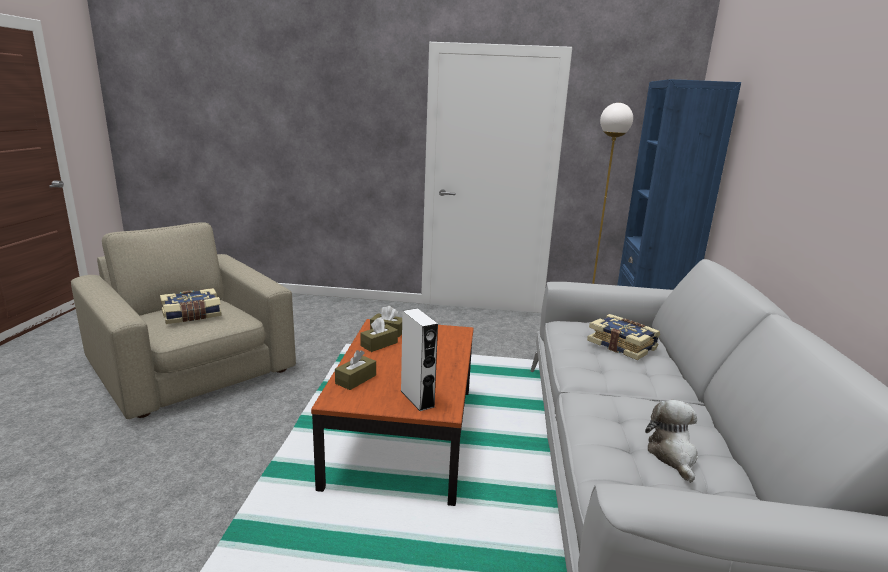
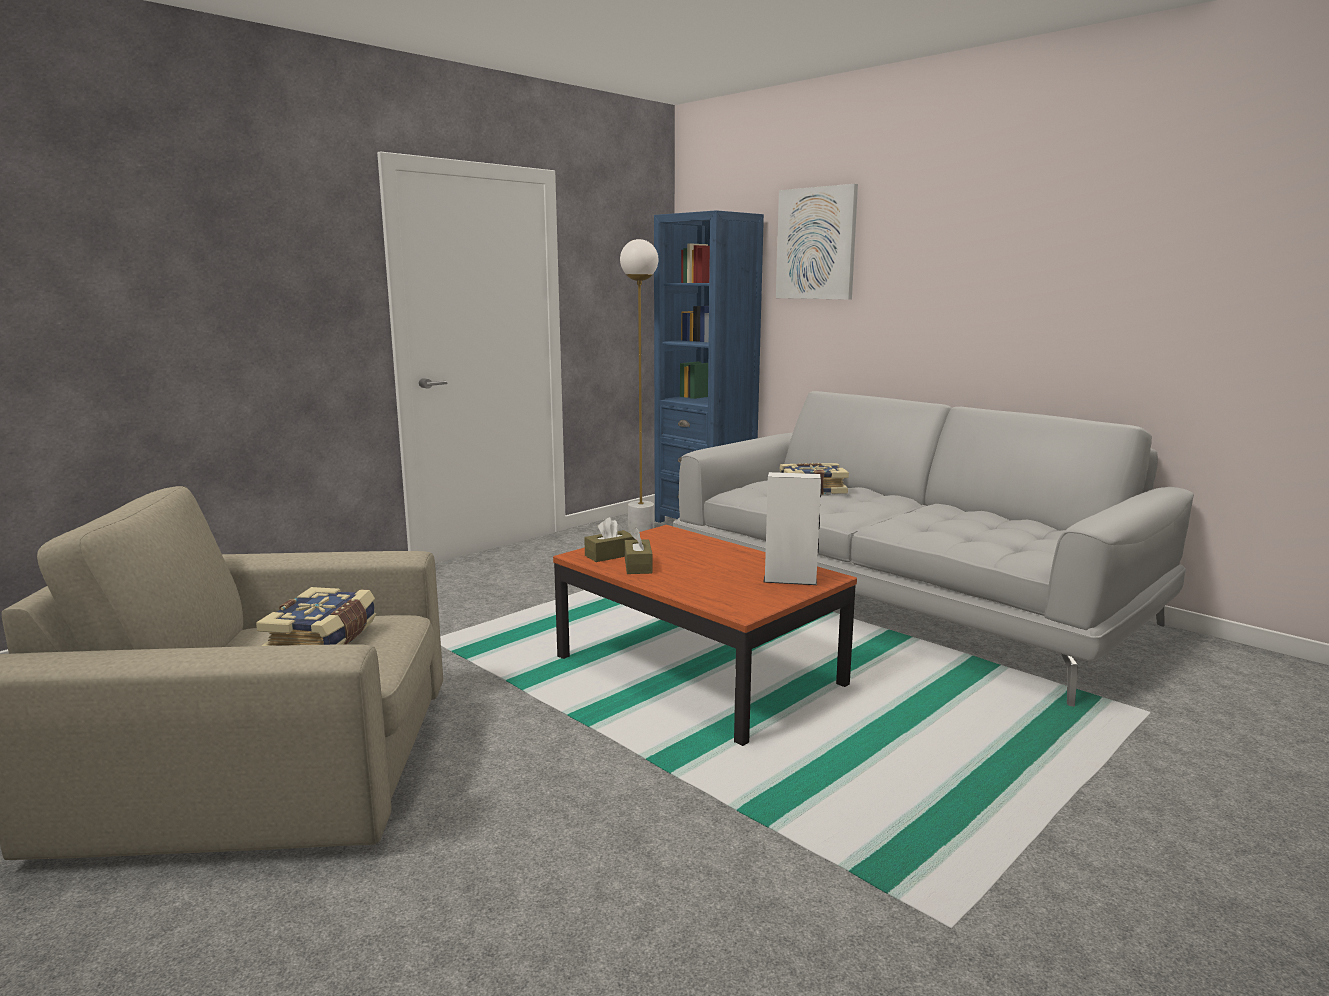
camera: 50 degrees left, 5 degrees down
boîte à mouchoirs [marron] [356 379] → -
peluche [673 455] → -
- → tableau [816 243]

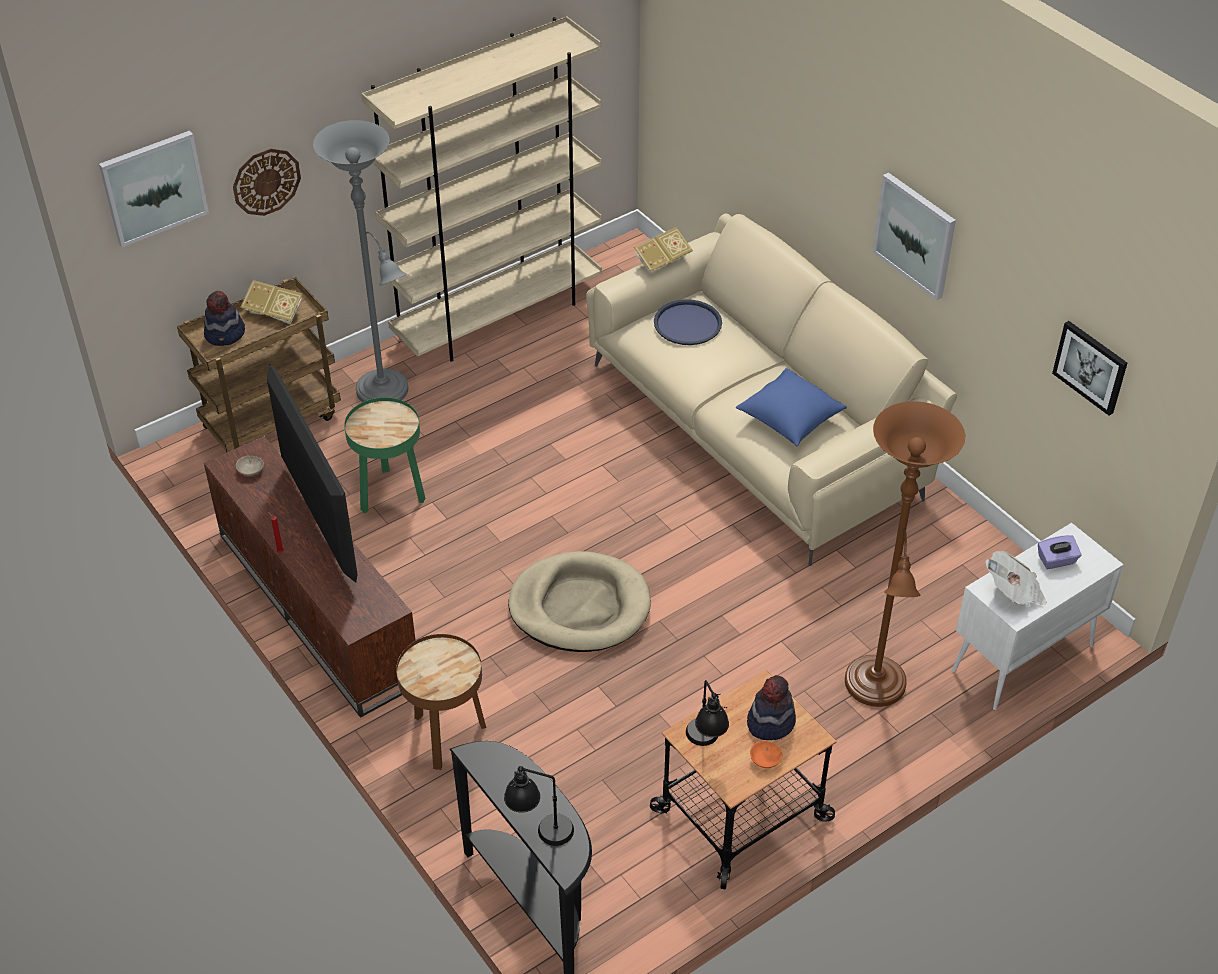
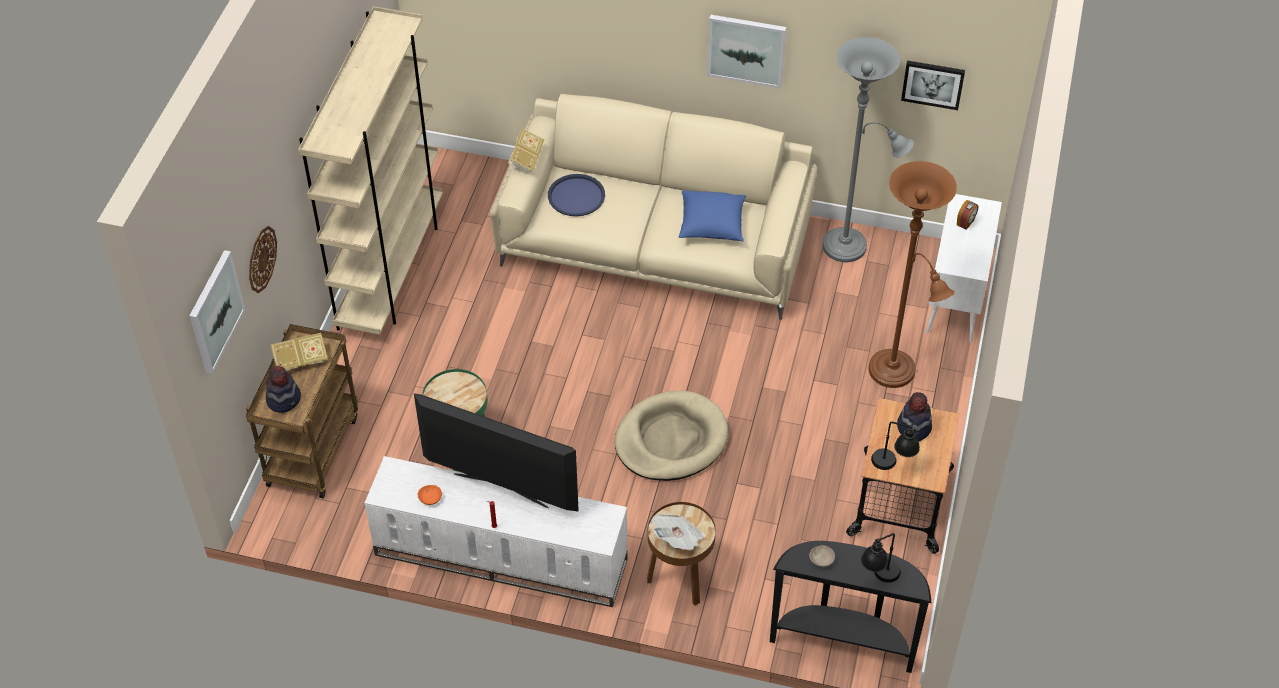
camera: 40 degrees left, 5 degrees up
meuble télé [marron] [314 607] → meuble télé [blanc] [499 558]
bol [beige] [250 471] → bol [beige] [821 560], move
lampadaire [gris] [386 394] → lampadaire [gris] [850 247], move
bol [orange] [764 760] → bol [orange] [430 499], move
journal [1014 592] → journal [678 539], move
boîte à mouchoirs [violet] [1056 560] → réveil [966 222]

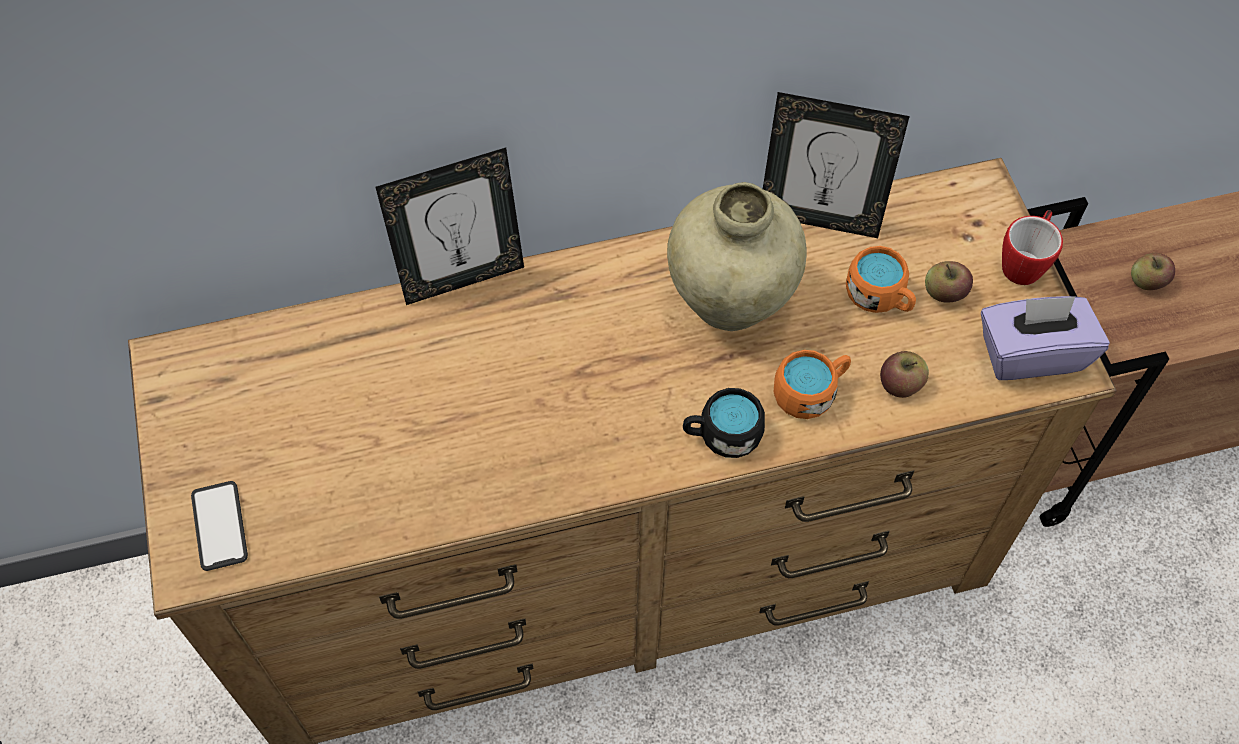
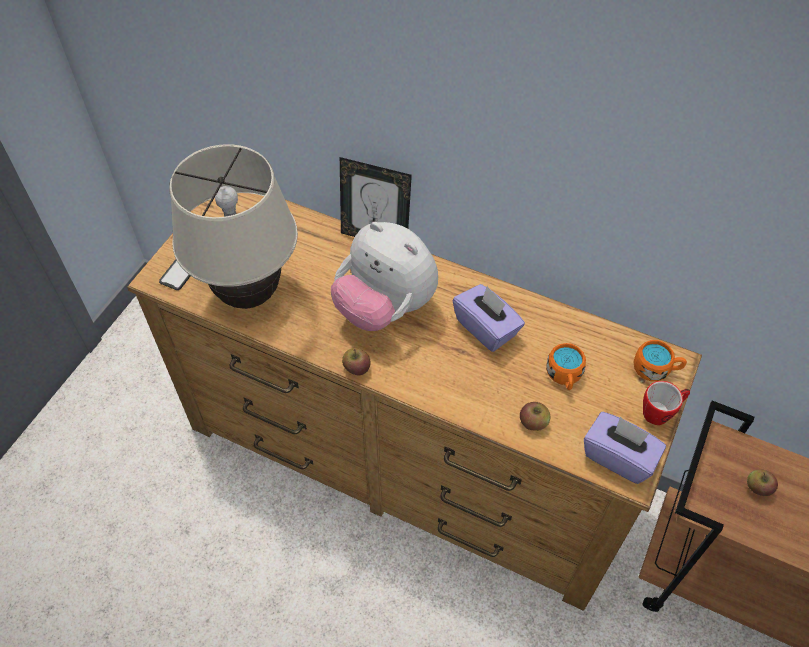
camera: 40 degrees right, 5 degrees down
vase [beige] [730 302] → boîte à mouchoirs [violet] [486 328]
mug [noir] [722 434] → -
cadre photo [819 218] → -
mug [orange] [811 392] → mug [orange] [656 369], move
pomme [944 293] → pomme [356 368], move
- → lampe de table [beige] [248 295]
- → peluche [385 307]

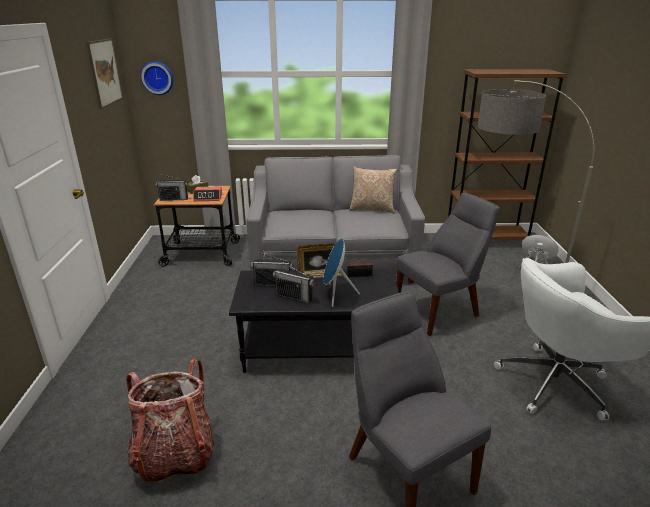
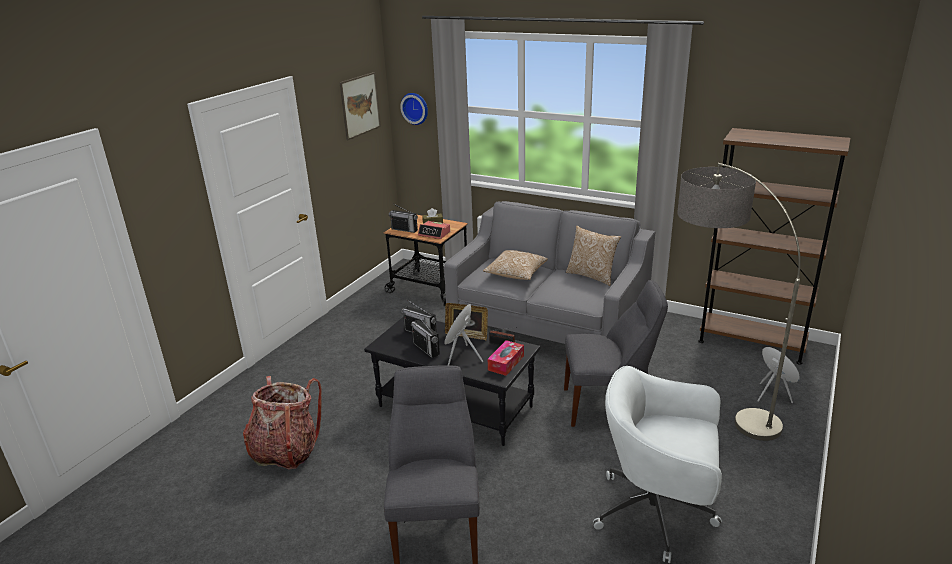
camera: 30 degrees right, 0 degrees up
- → coussin [515 274]
- → boîte à mouchoirs [506 363]

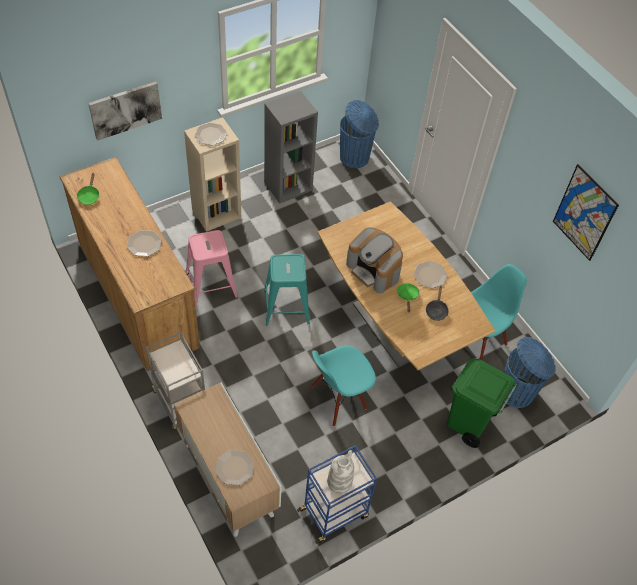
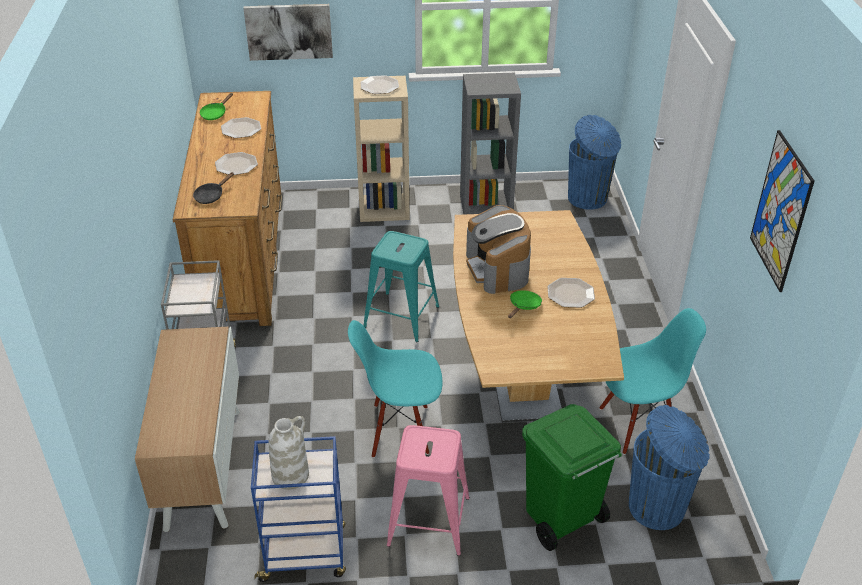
camera: 30 degrees right, 15 degrees down
tabouret [rose] [211 285] → tabouret [rose] [429 521], move
assiette [234 467] → assiette [241 128], move
poêle [noir] [436 310] → poêle [noir] [211 196], move

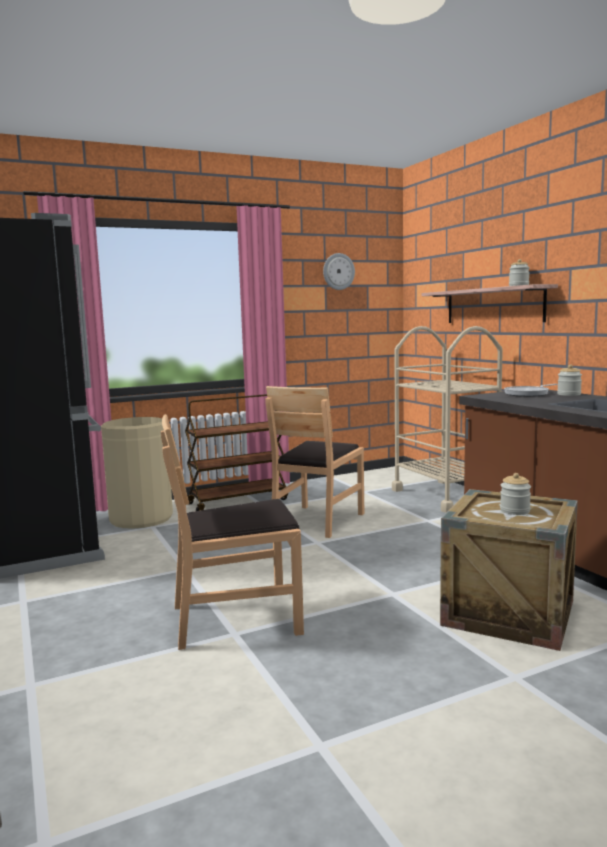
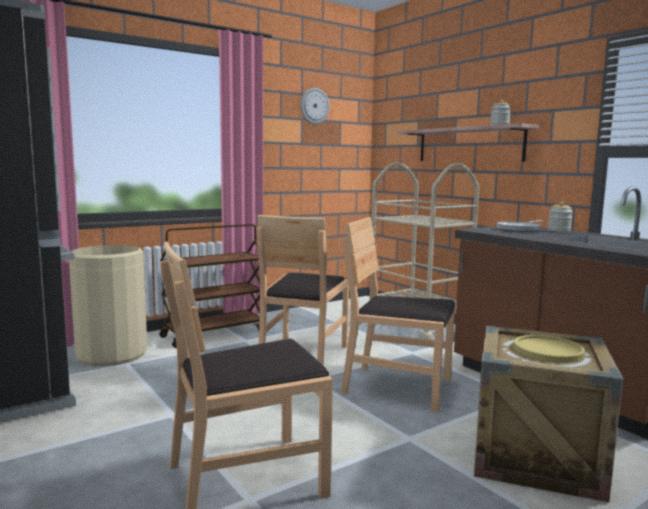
camera: 10 degrees left, 0 degrees up
bocal [515 511] → assiette [jaune] [548 350]
- → chaise [marron] [398 387]

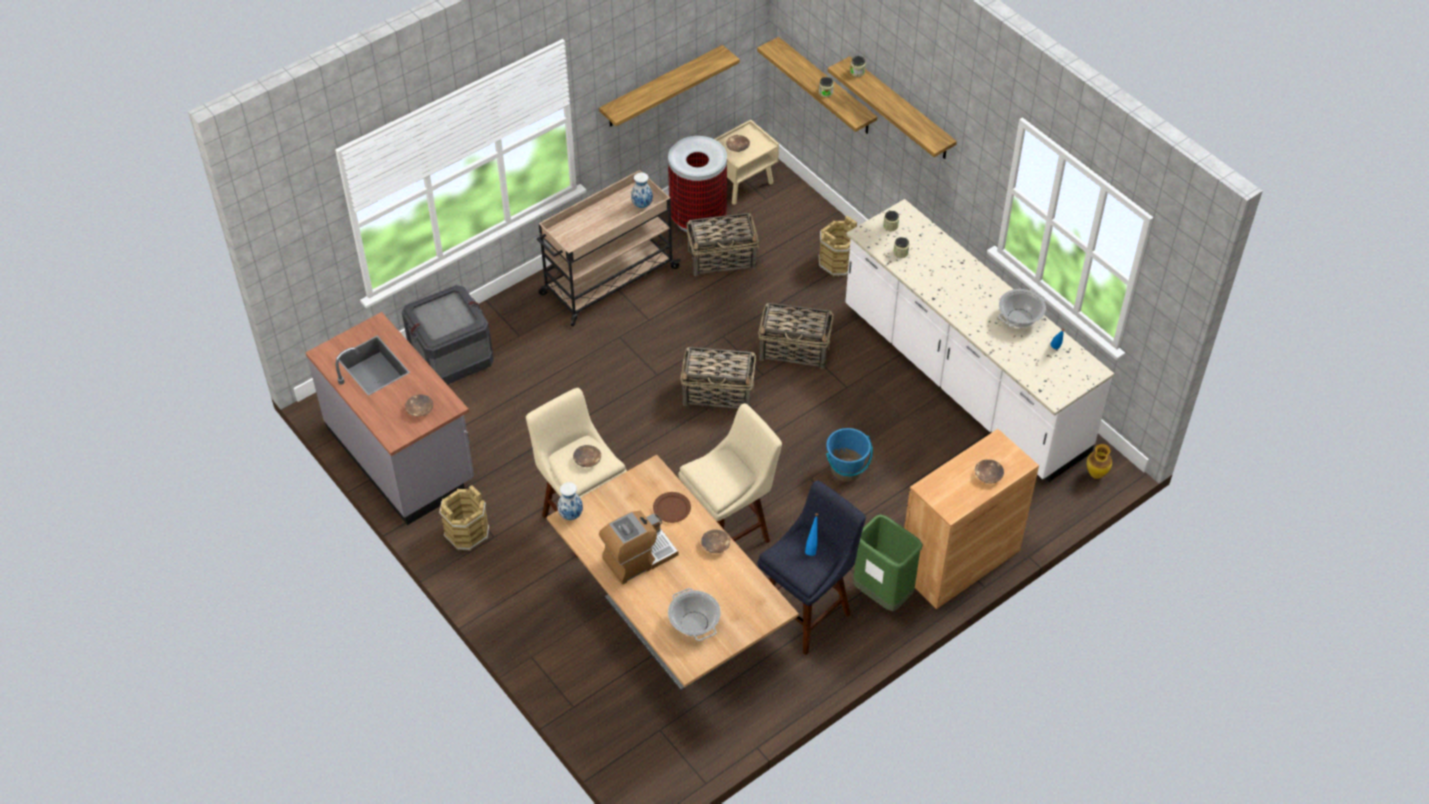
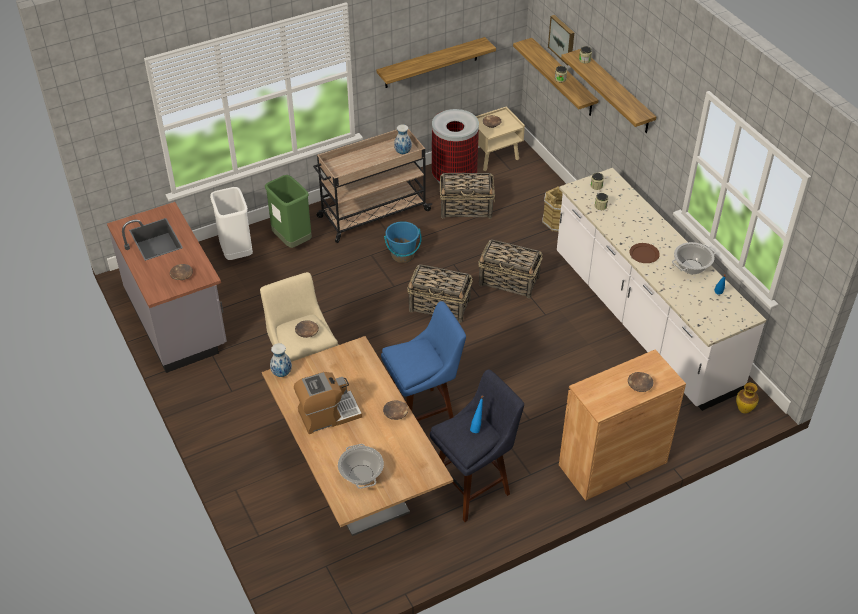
camera: 10 degrees right, 5 degrees down
caisse [451 356] → poubelle [blanc] [236 253]
seau [marron] [466 532] → -
assiette [marron] [672 508] → assiette [marron] [644 254], move
tabouret [beige] [730 532] → tabouret [bleu] [424 413]
seau [bleu] [846 470] → seau [bleu] [402 255], move
poubelle [vert] [882 594] → poubelle [vert] [292 241], move
- → tableau [562 39]

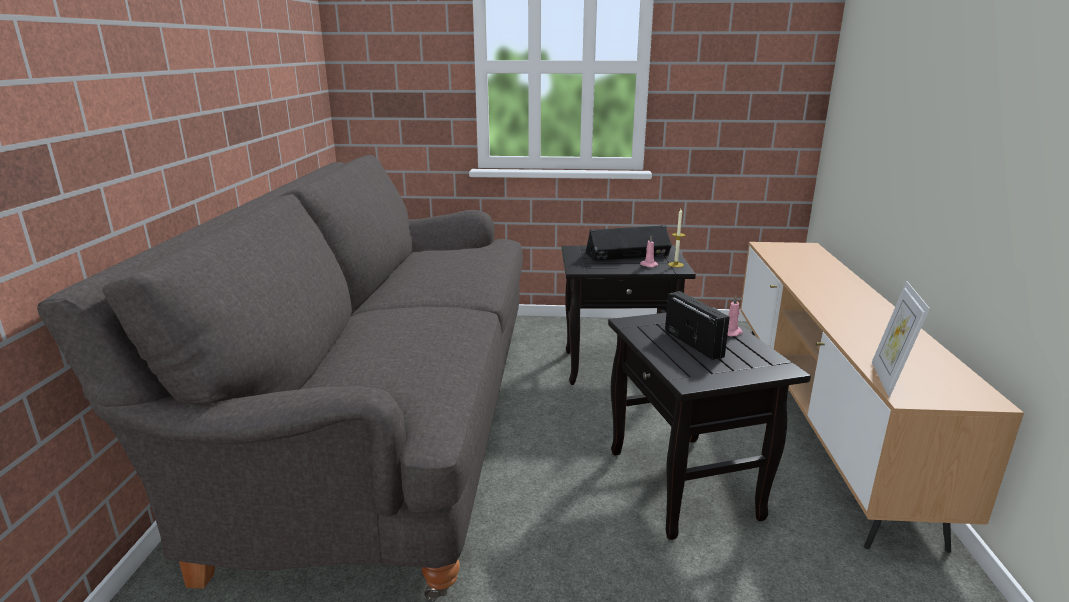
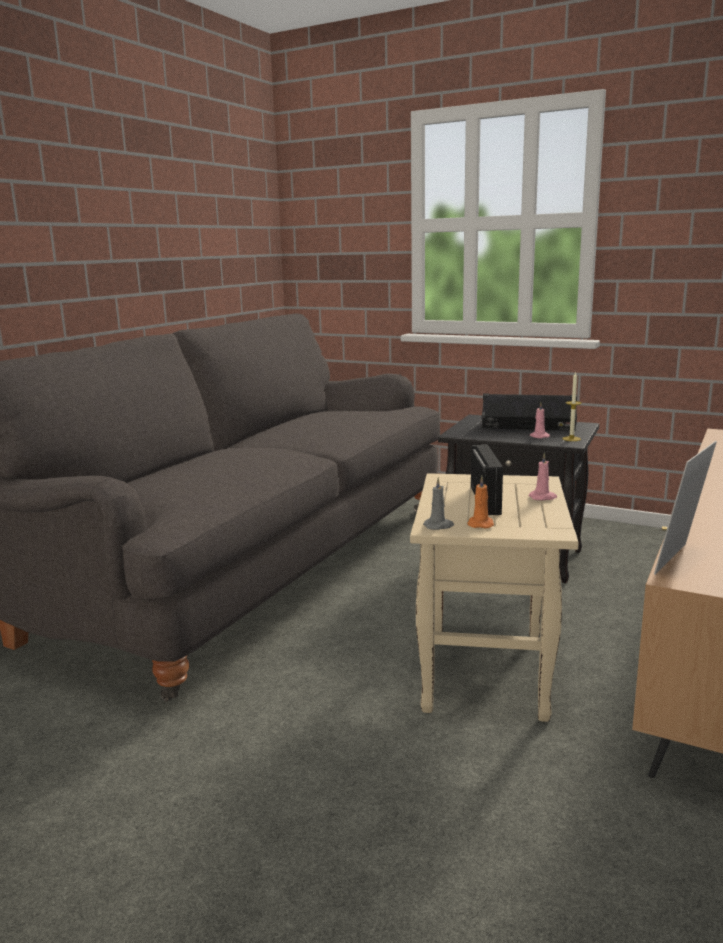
camera: 25 degrees right, 5 degrees down
table d'appoint [noir] [686 486] → table d'appoint [beige] [487 673]
- → bougie [gris] [439 526]
- → bougie [orange] [480 524]

